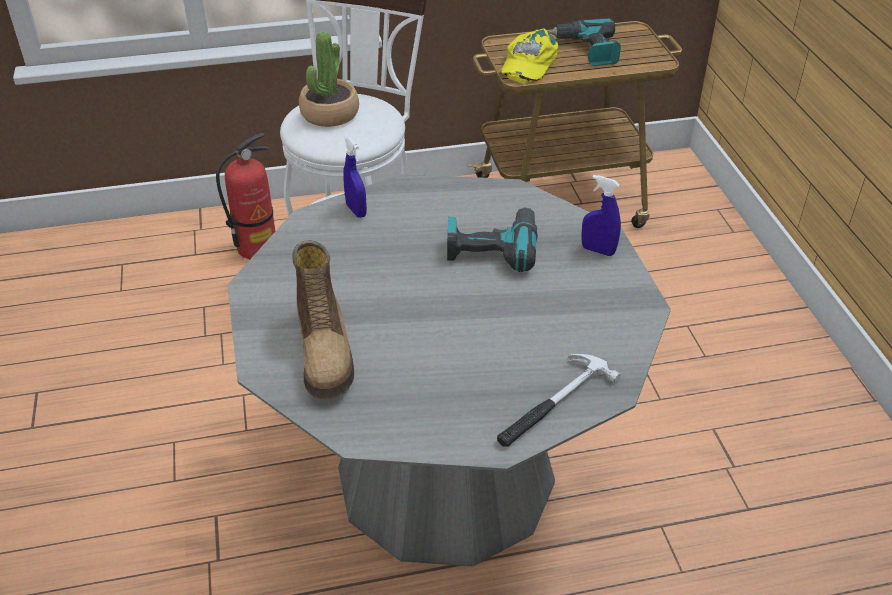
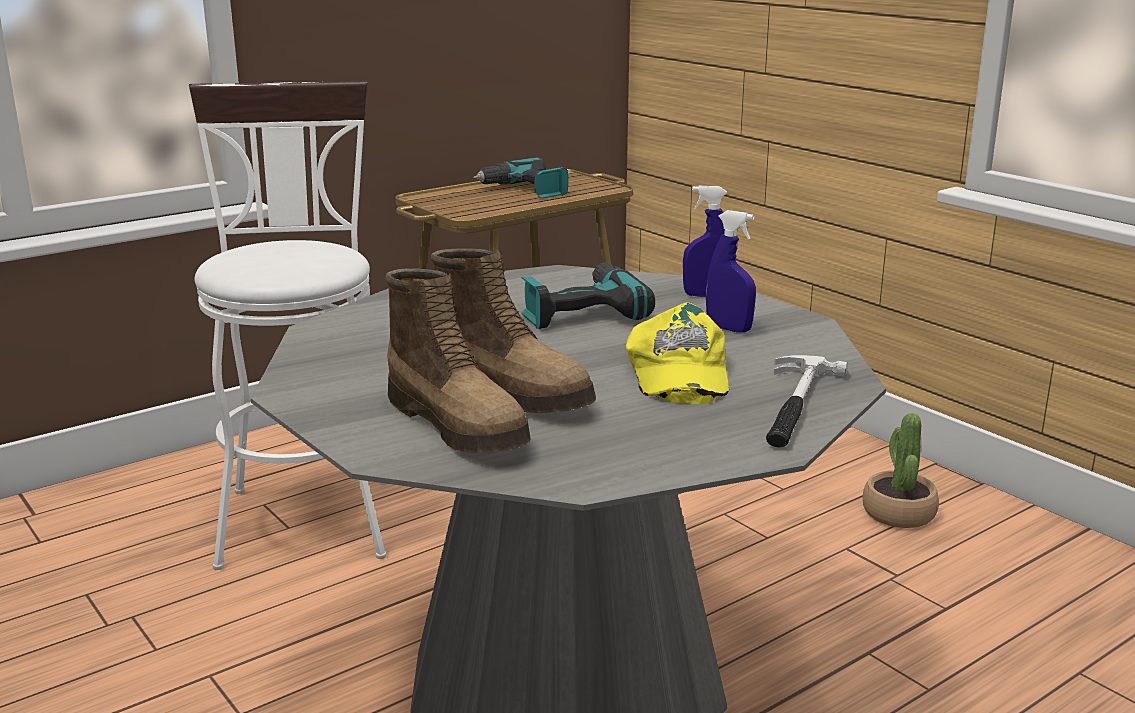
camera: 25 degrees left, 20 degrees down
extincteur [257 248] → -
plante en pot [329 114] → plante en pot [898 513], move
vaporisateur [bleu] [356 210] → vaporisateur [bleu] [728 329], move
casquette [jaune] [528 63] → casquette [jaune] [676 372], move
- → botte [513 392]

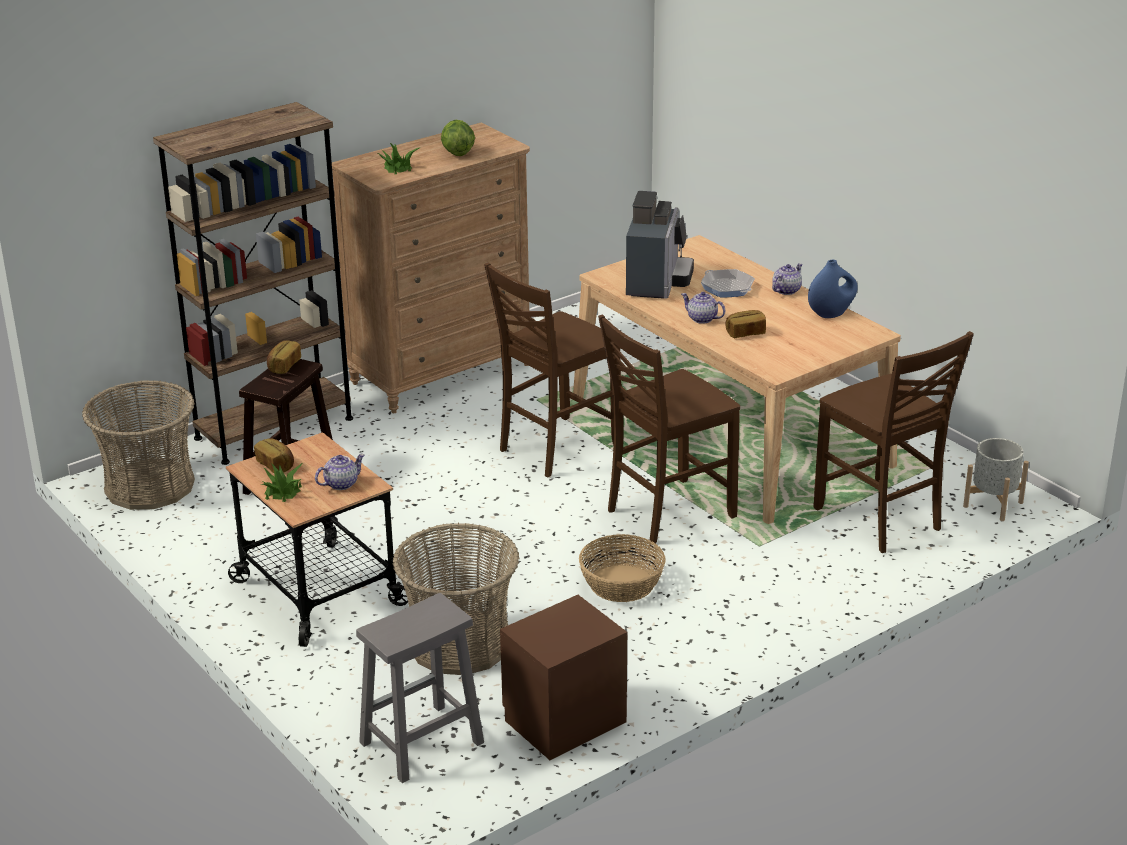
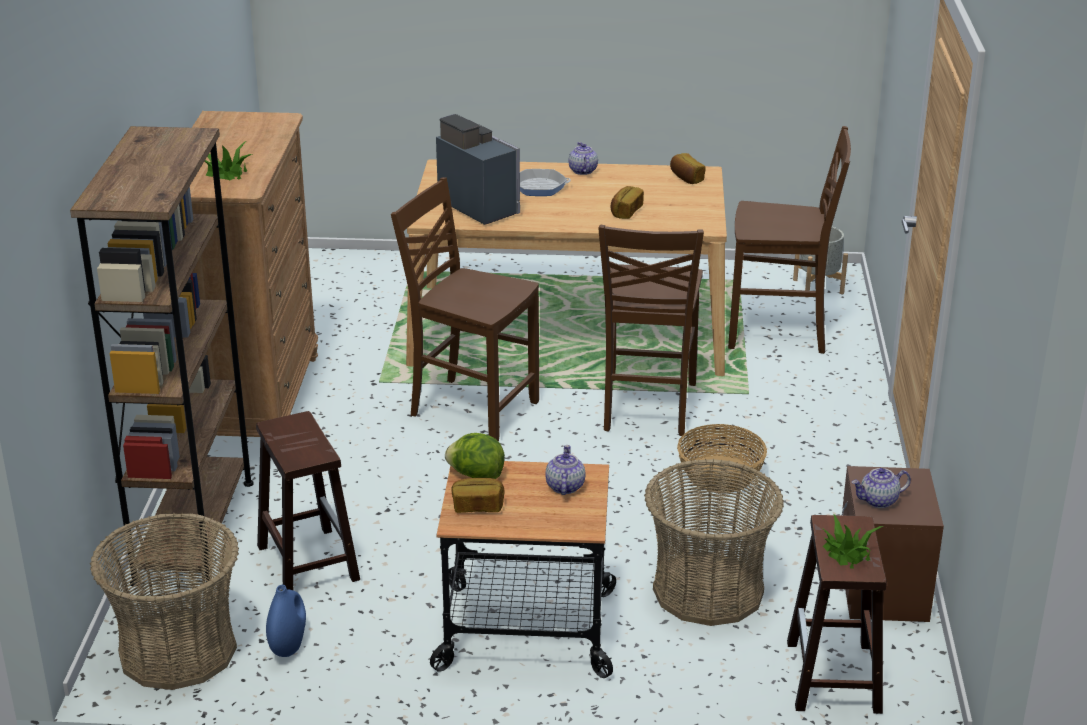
camera: 50 degrees left, 0 degrees up
plante en pot [282 491] → plante en pot [847 553], move
pain [283 366] → pain [686 178], move
tabouret [gris] [420 744] → tabouret [marron] [834 678]
laitue [457 153] → laitue [476 475], move
chaise [marron] [556 448] → chaise [marron] [471 409], 120 degrees clockwise
théière [701 319] → théière [878 501], move
vase [bleu] [831 313] → vase [bleu] [288 646], move

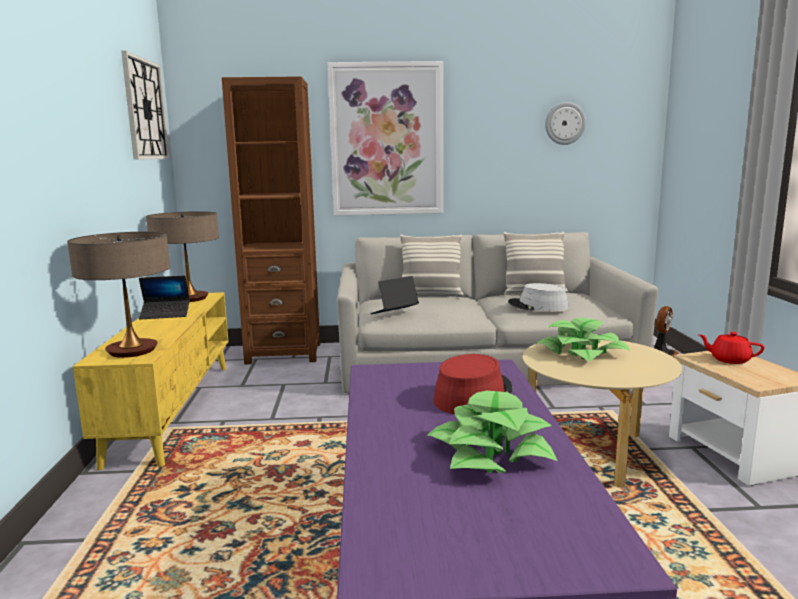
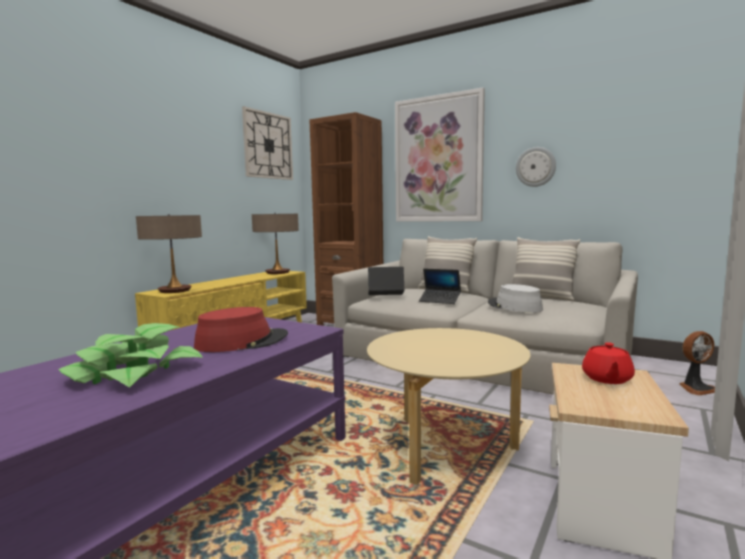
camera: 35 degrees right, 5 degrees down
ordinateur portable [165 314] → ordinateur portable [440 300], move
plante en pot [581 353] → -
horloge murale [565 123] → horloge murale [535 167], move
théière [rouge] [729 360] → théière [rouge] [607 379], 135 degrees counterclockwise

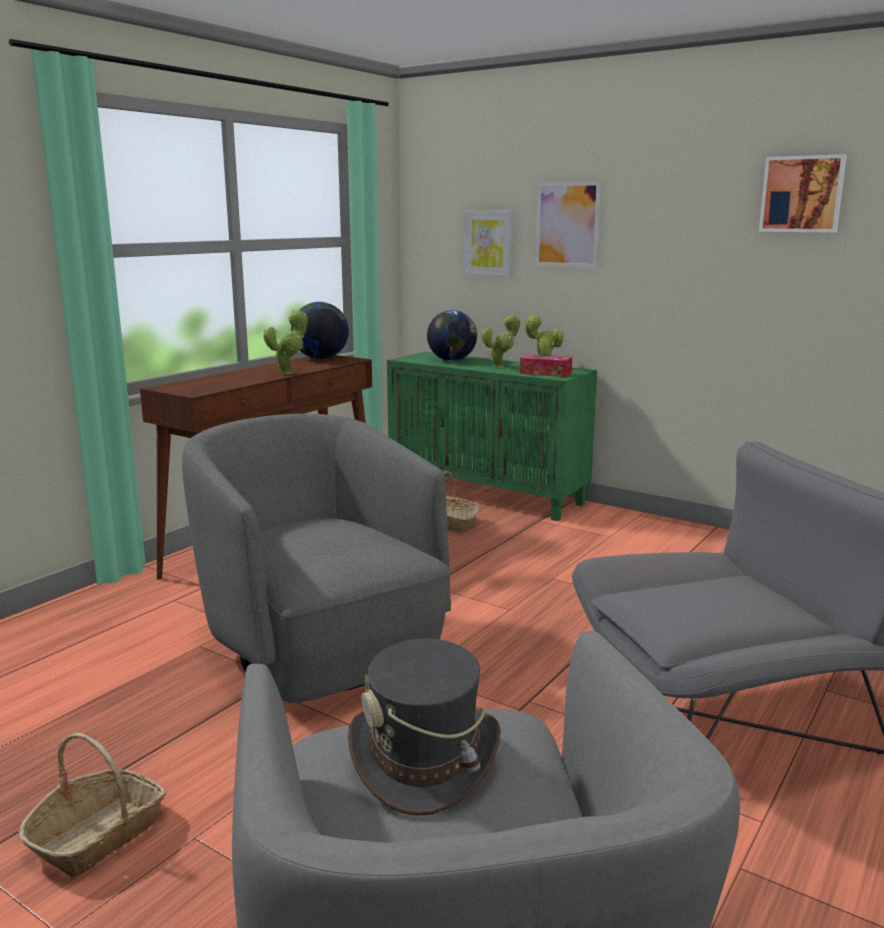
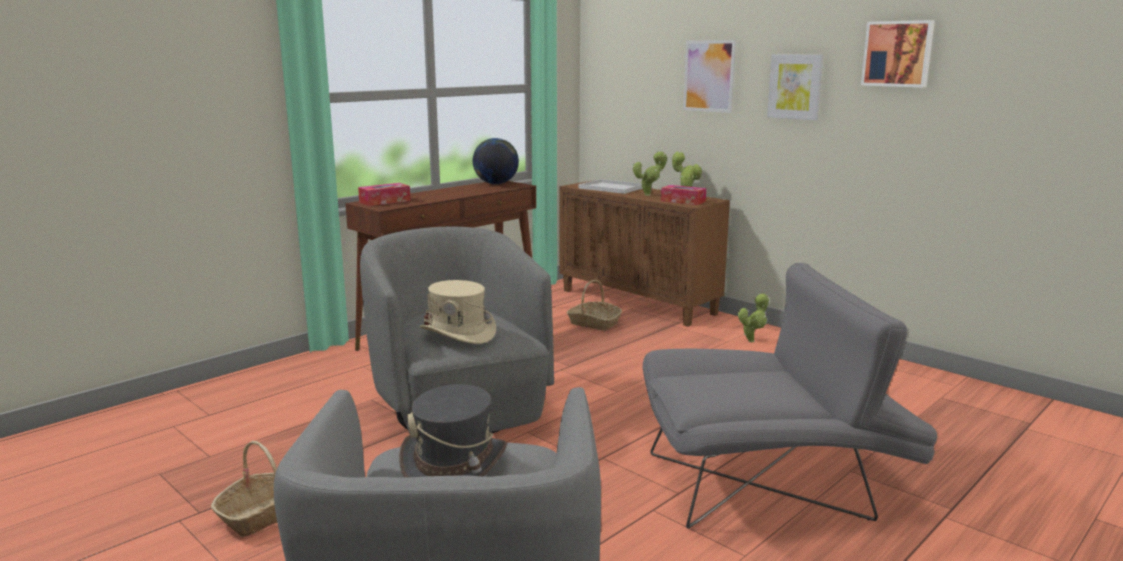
camera: 10 degrees right, 0 degrees up
plante en pot [289 373] → plante en pot [752 340], move
meuble de rangement [vert] [488 494] → meuble de rangement [marron] [638 302]
globe [452 360] → plateau [blanc] [613 188]
tableau [489 243] → tableau [795 86], move
- → boîte à mouchoirs [385 201]
- → chapeau [beige] [458 333]

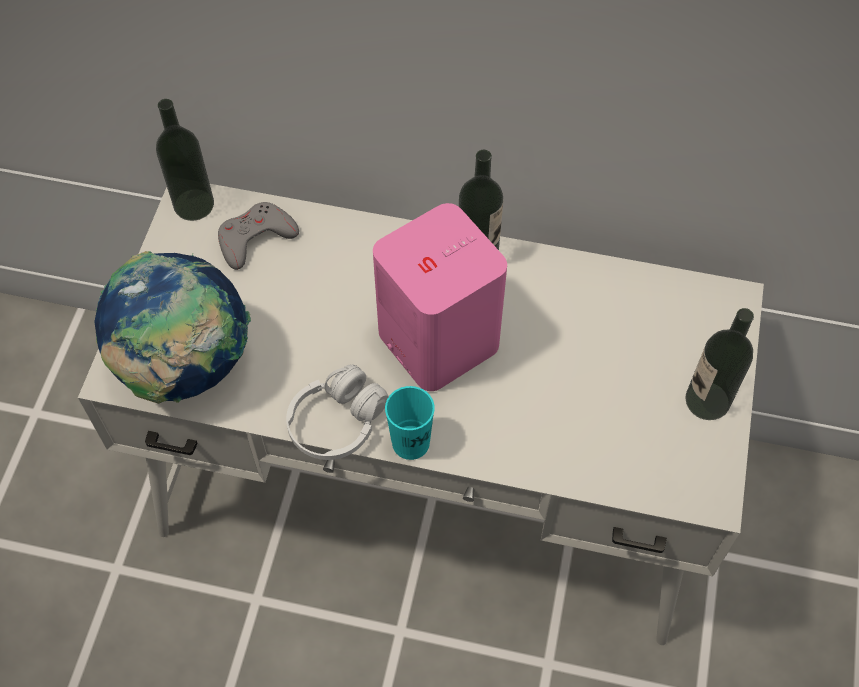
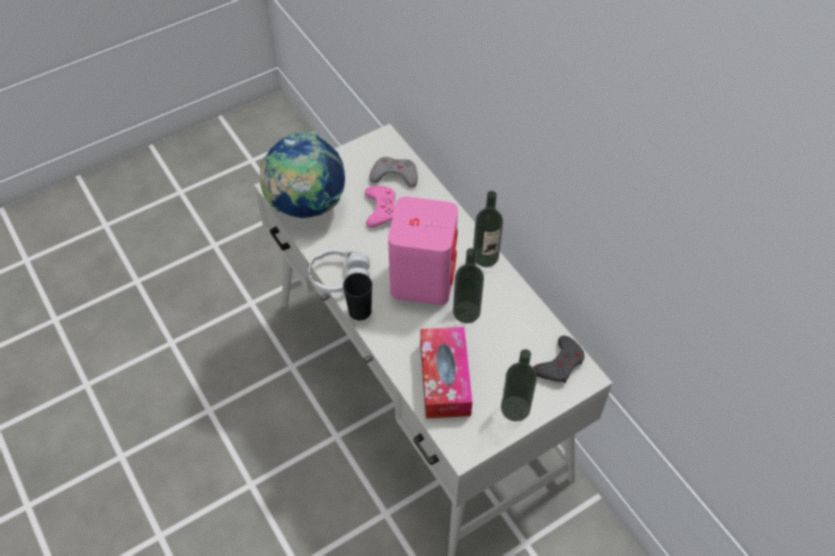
camera: 45 degrees right, 5 degrees down
bouteille [194 204] → bouteille [466 312], move
tasse [turquoise] [410 442] → tasse [noir] [360 311]
- → manette [rose] [380 209]
- → boîte à mouchoirs [445 379]
- → manette [gris] [560 364]

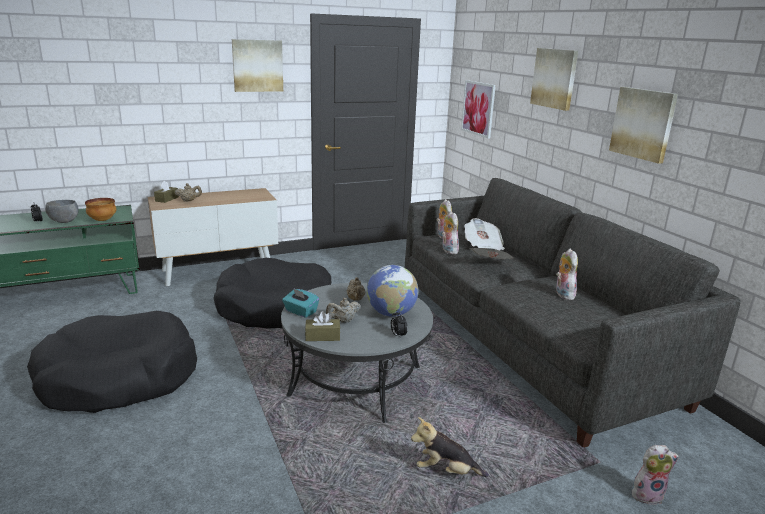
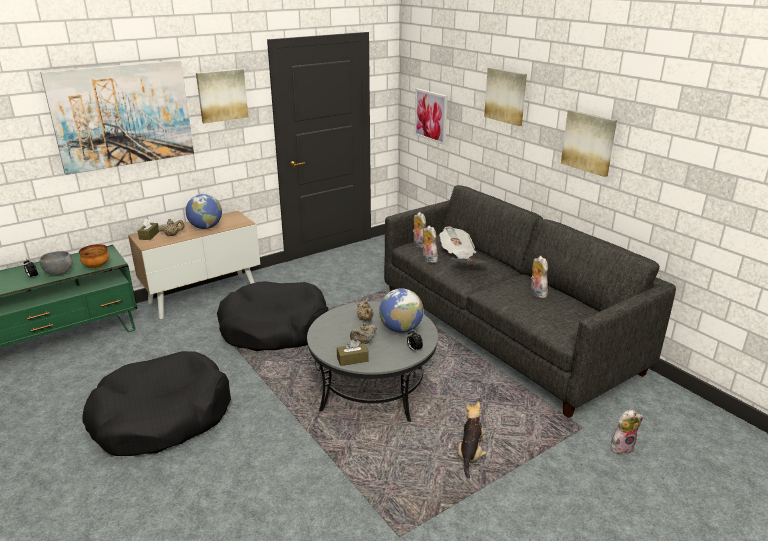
camera: 10 degrees left, 5 degrees up
boîte à mouchoirs [turquoise] [300 312] → -
peluche [446 471] → peluche [470 454], 105 degrees clockwise
- → tableau [123 115]
- → globe [206 227]

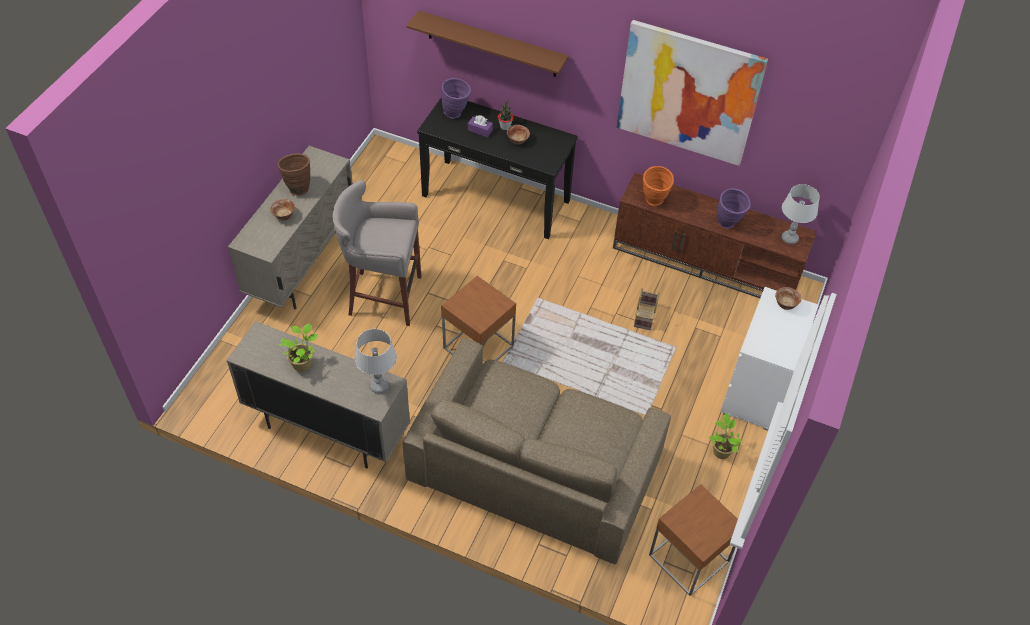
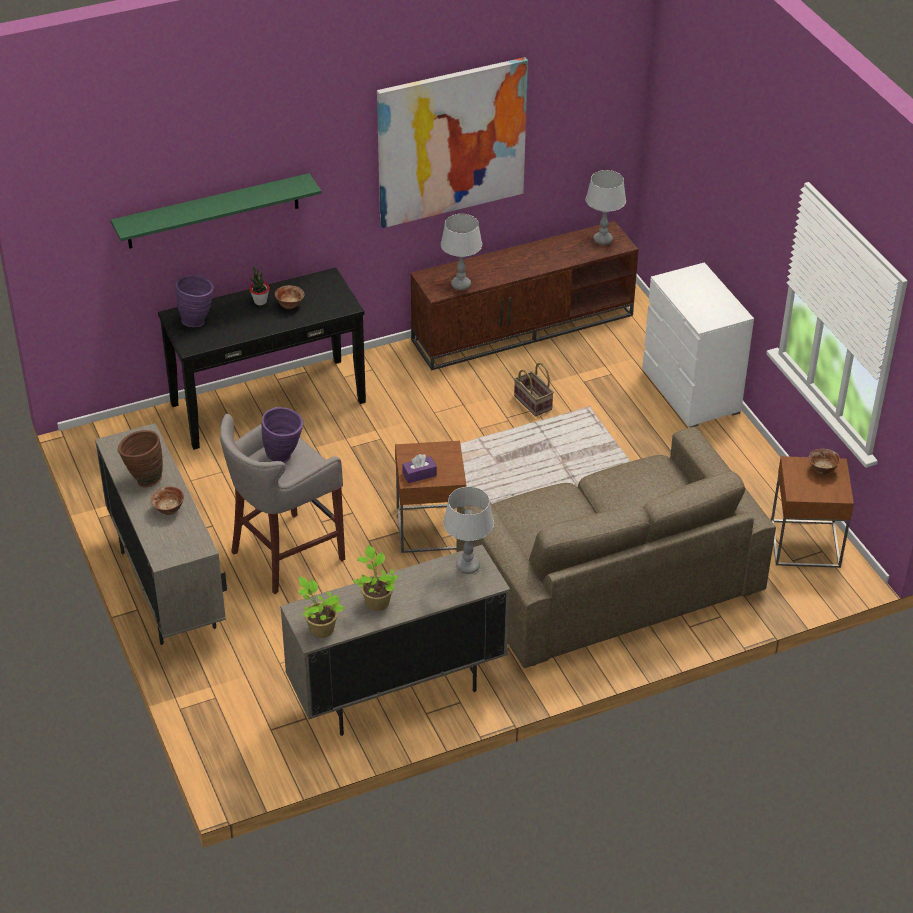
camera: 45 degrees left, 10 degrees down
étagère [marron] [492 44] → étagère [vert] [213 211]
boîte à mouchoirs [violet] [480 130] → boîte à mouchoirs [violet] [419 474], move
vase [orange] [654 202] → lampe de table [gris] [461 285]
plante en pot [721 450] → plante en pot [320 628], move
vase [violet] [728 224] → vase [violet] [285 456], move
bol [785 305] → bol [822 470], move

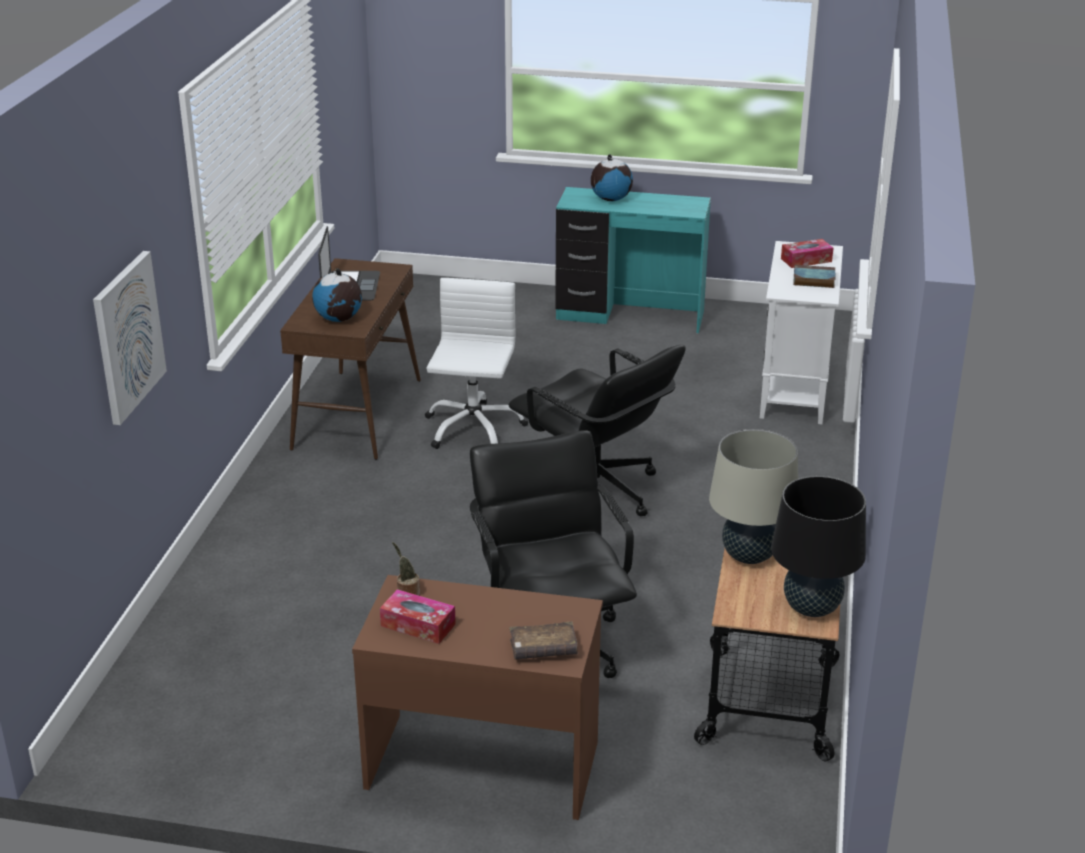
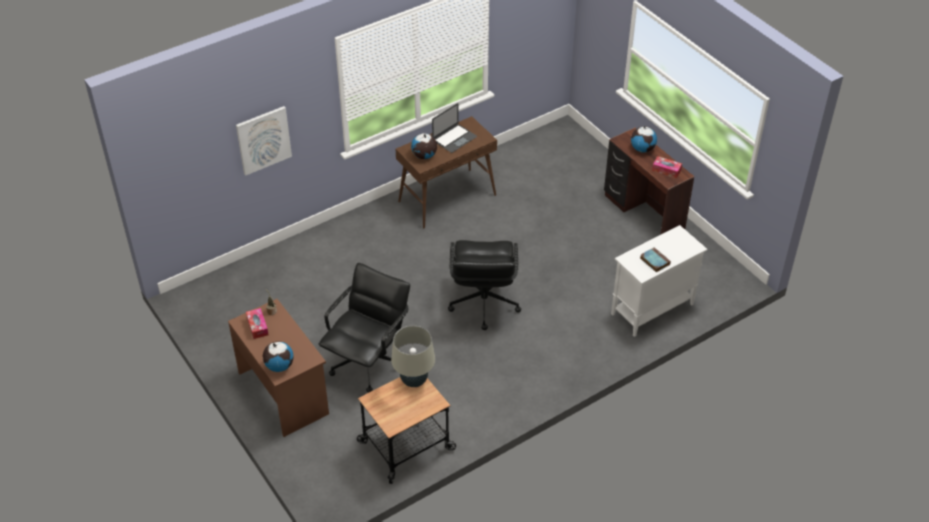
camera: 45 degrees right, 15 degrees up
chaise de bureau [blanc] [473 428] → -
livre [marron] [543 649] → globe [279 366]
bureau [turquoise] [630 316] → bureau [marron] [642 214]
lampe de table [noir] [811 608] → -
boîte à mouchoirs [806 260] → boîte à mouchoirs [666 170], move

